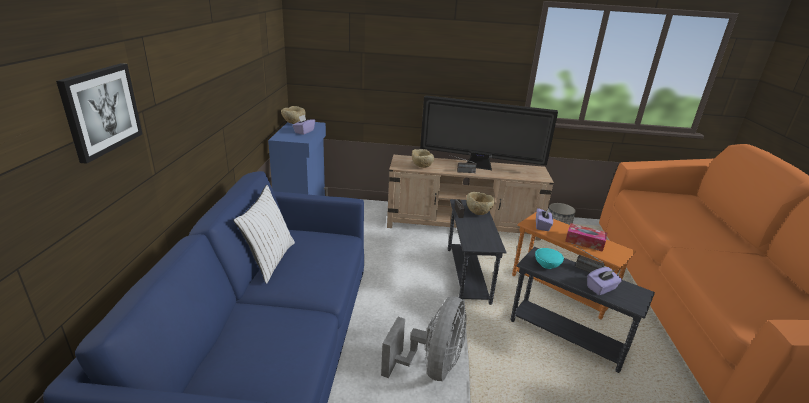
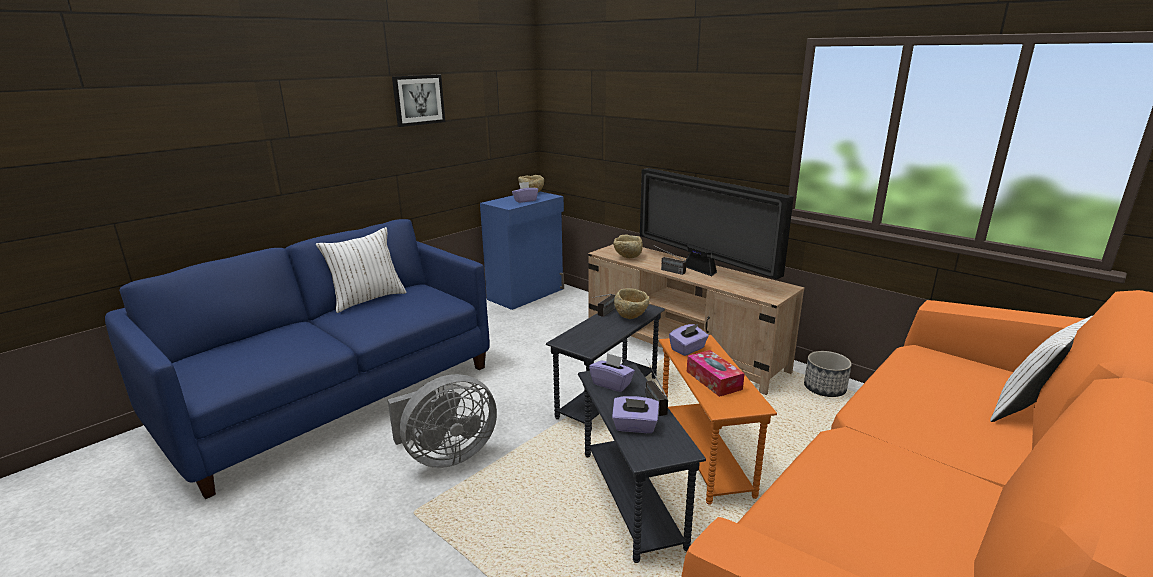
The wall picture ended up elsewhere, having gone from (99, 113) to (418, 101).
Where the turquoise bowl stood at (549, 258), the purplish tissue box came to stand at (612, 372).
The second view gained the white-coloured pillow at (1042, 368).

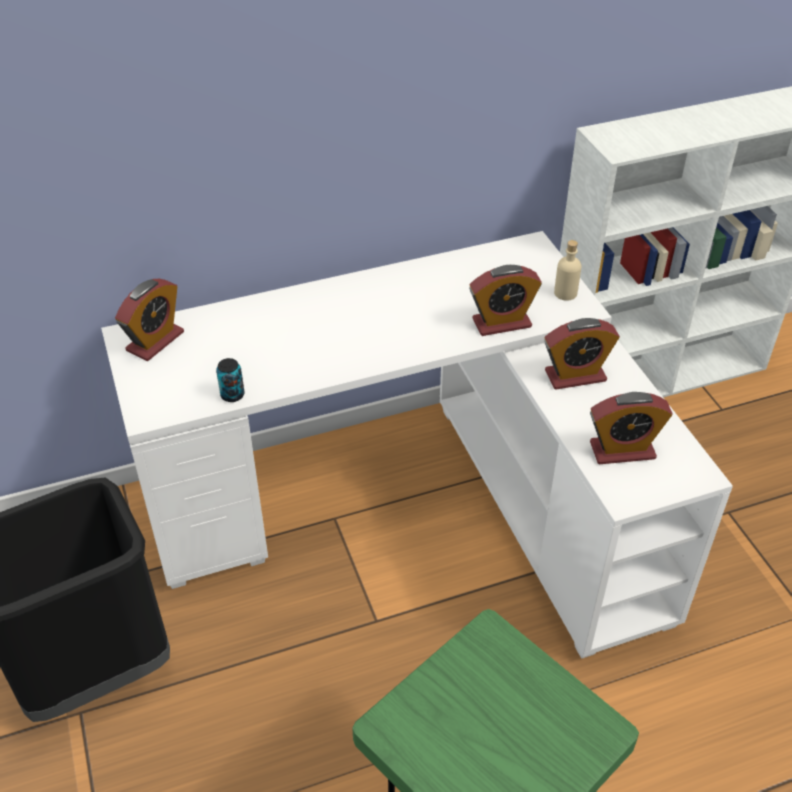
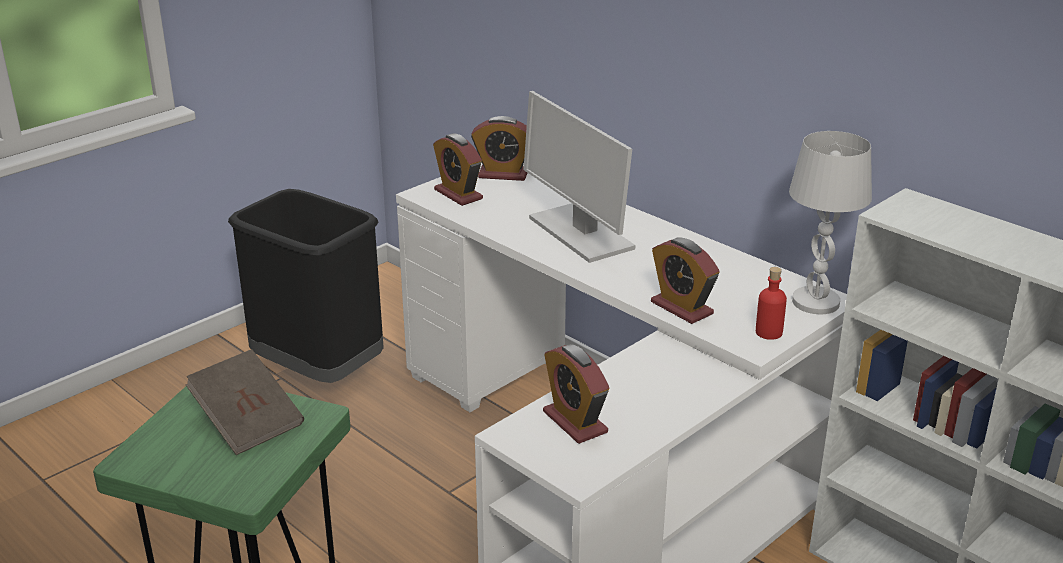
The second view gained the brown volume at (245, 402).
The table clock ended up elsewhere, having gone from (582, 354) to (458, 170).
The second view gained the computer display at (579, 177).
What was the beige-coloured beverage bottle at (568, 270) turned into the reddish beverage bottle at (771, 303).
The second view gained the white-coloured lamp for a table at (830, 222).
The second view lost the metal can at (230, 380).

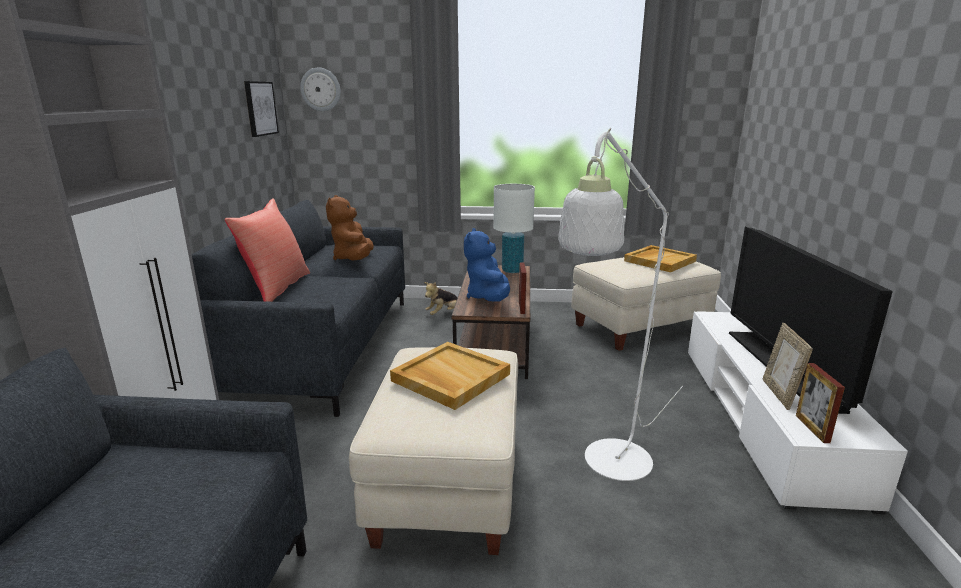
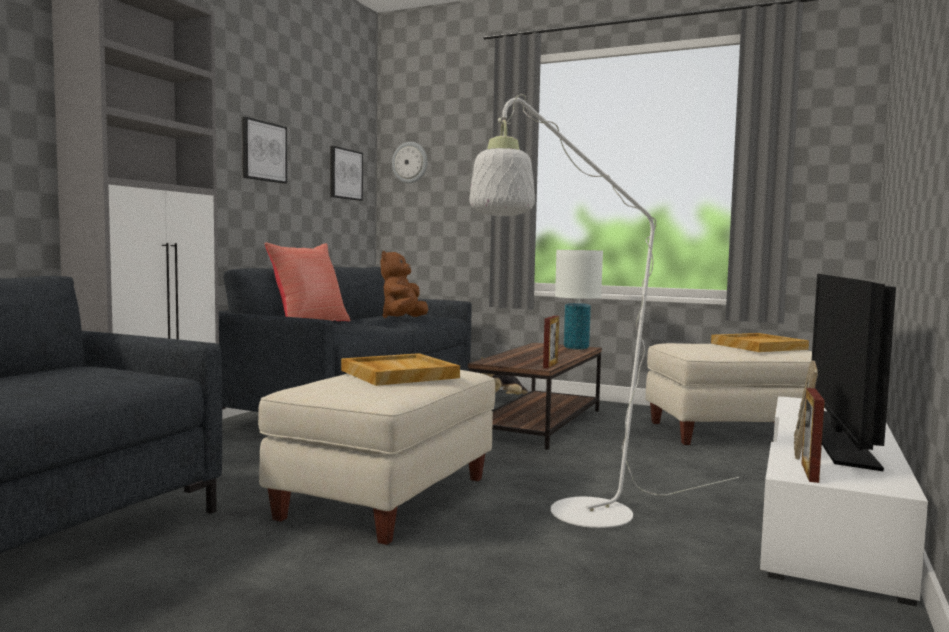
The second view gained the wall picture at (264, 150).
The second view lost the blue-coloured soft toy at (487, 264).

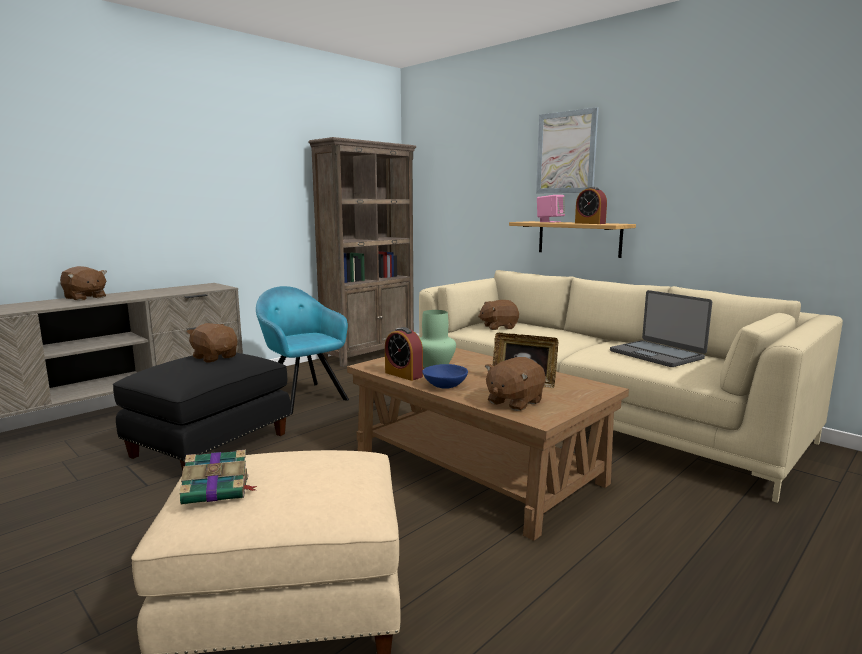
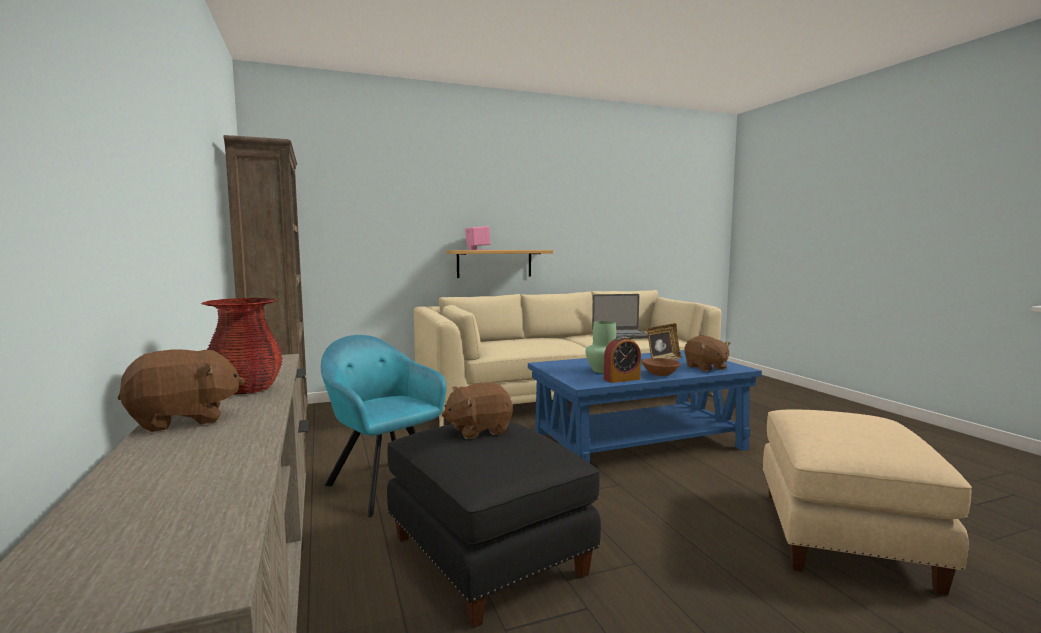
The second view gained the reddish decorative vase at (242, 346).
The turquoise lounge chair at (302, 350) ended up facing another way, 60 degrees clockwise from before.
What was the brown coffee table at (488, 444) turned into the blue-coloured coffee table at (645, 406).
What was the blue-coloured bowl at (445, 376) turned into the brown bowl at (661, 367).
The second view lost the volume at (218, 477).
The second view lost the brown soft toy at (498, 315).
The second view lost the wall picture at (567, 150).
The second view lost the table clock at (591, 205).

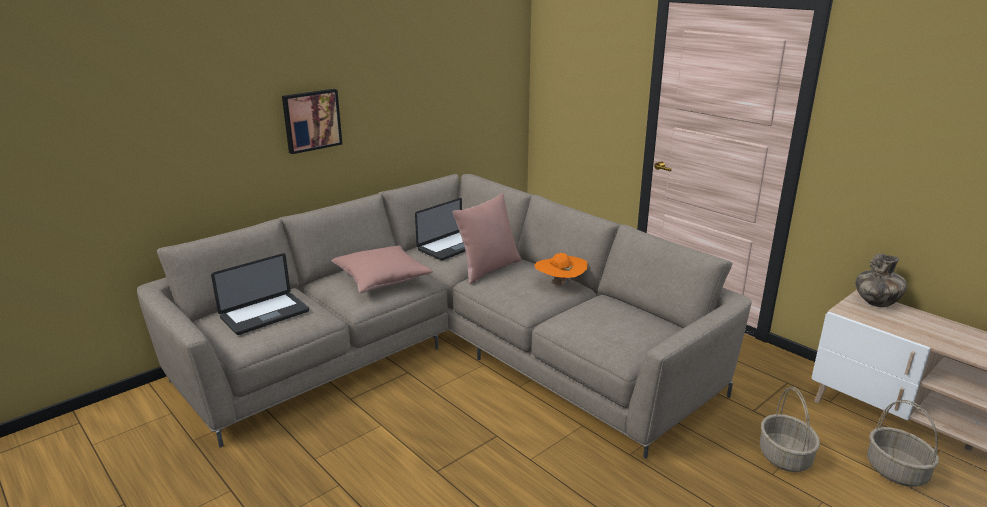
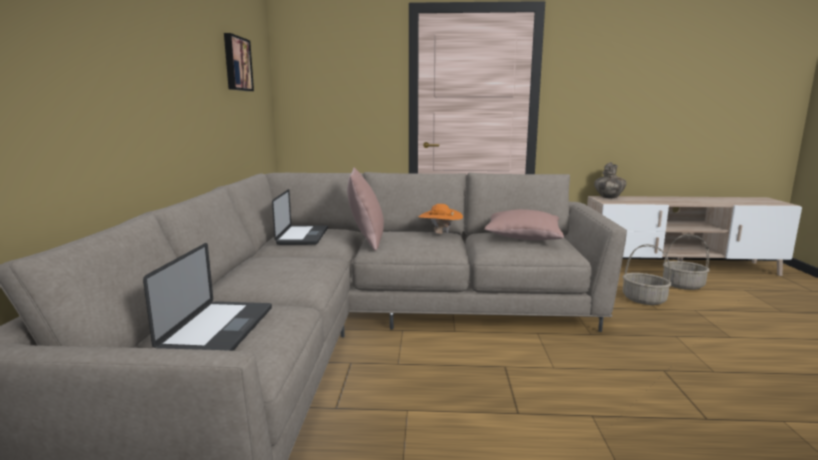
The wall picture ended up elsewhere, having gone from (312, 121) to (239, 62).
The pink pillow ended up elsewhere, having gone from (382, 269) to (524, 224).

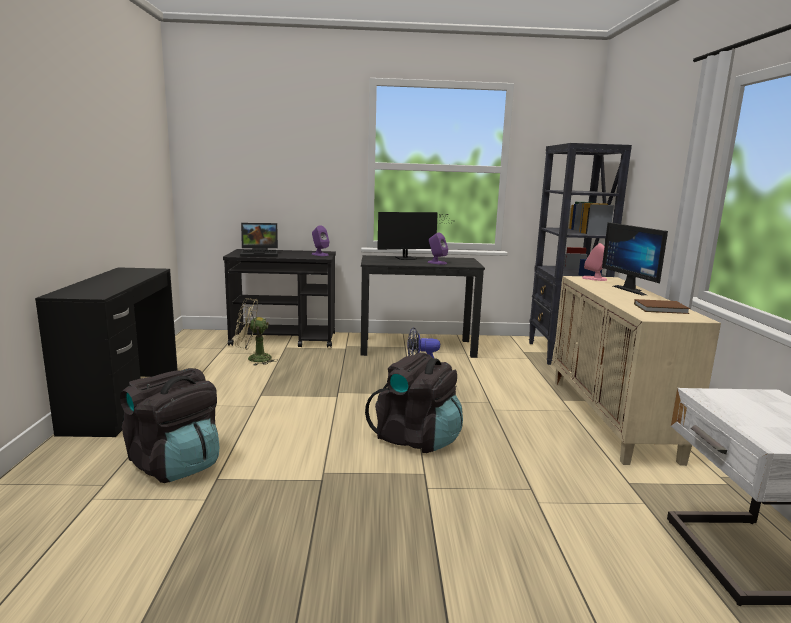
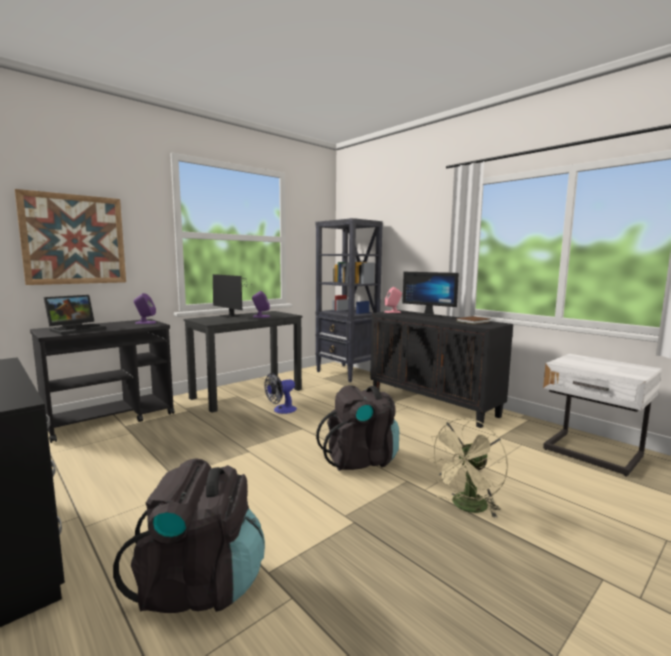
The second view gained the wall picture at (70, 237).
The computer display at (415, 236) ended up facing another way, 105 degrees clockwise from before.
What was the beige-coloured cupboard at (637, 371) turned into the black-coloured cupboard at (441, 369).
The beige-coloured fan ended up elsewhere, having gone from (256, 332) to (468, 468).

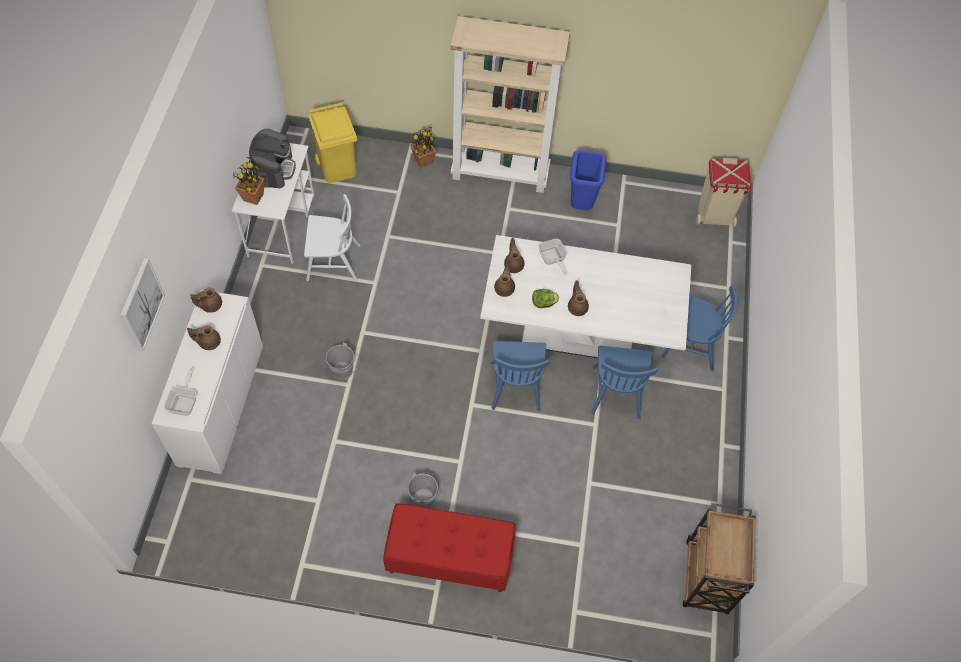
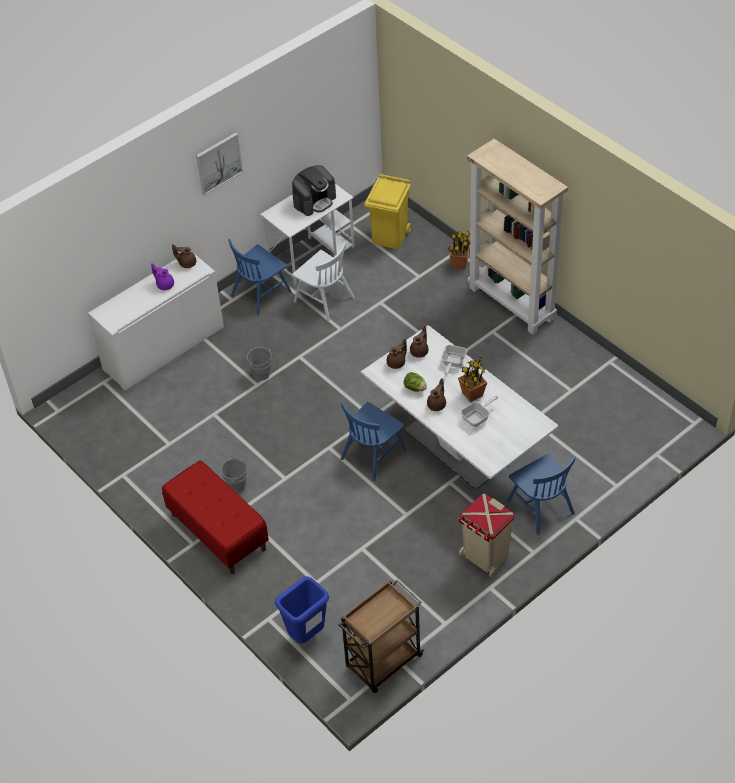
What was the brown tea pot at (204, 337) turned into the purplish tea pot at (162, 276).
The wall picture ended up elsewhere, having gone from (143, 304) to (219, 164).
The blue-coloured plain chair ended up elsewhere, having gone from (624, 382) to (260, 277).
The blue-coloured trash can ended up elsewhere, having gone from (588, 180) to (302, 610).
The houseplant ended up elsewhere, having gone from (249, 180) to (473, 379).
The beige-coloured trash can ended up elsewhere, having gone from (723, 192) to (486, 535).
The frying pan ended up elsewhere, having gone from (180, 392) to (479, 411).

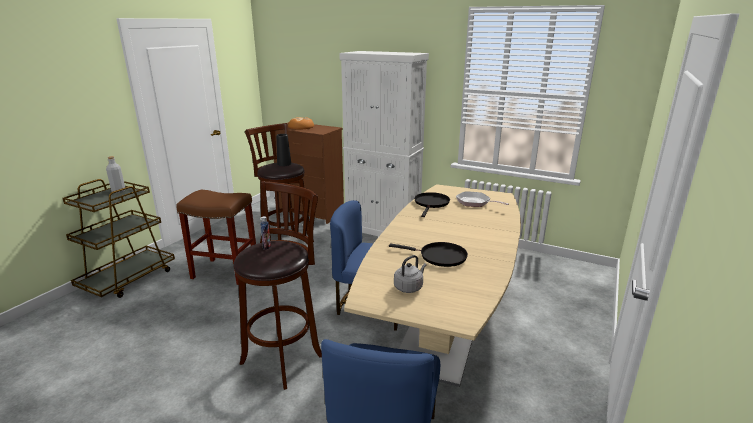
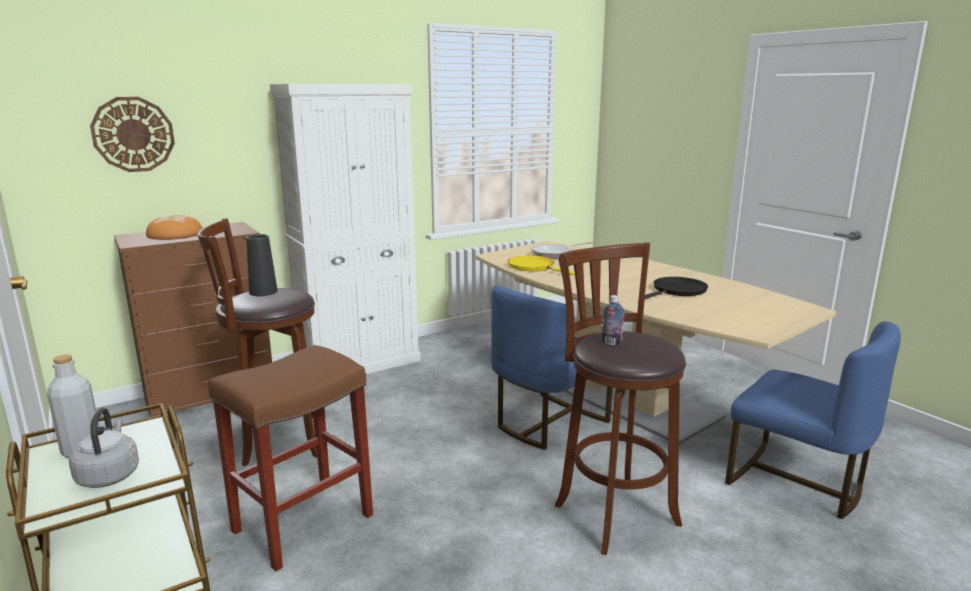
The gray tea kettle ended up elsewhere, having gone from (410, 274) to (104, 448).
The second view gained the hanging clock at (132, 134).
What was the black-coloured frying pan at (432, 204) turned into the yellow frying pan at (541, 266).

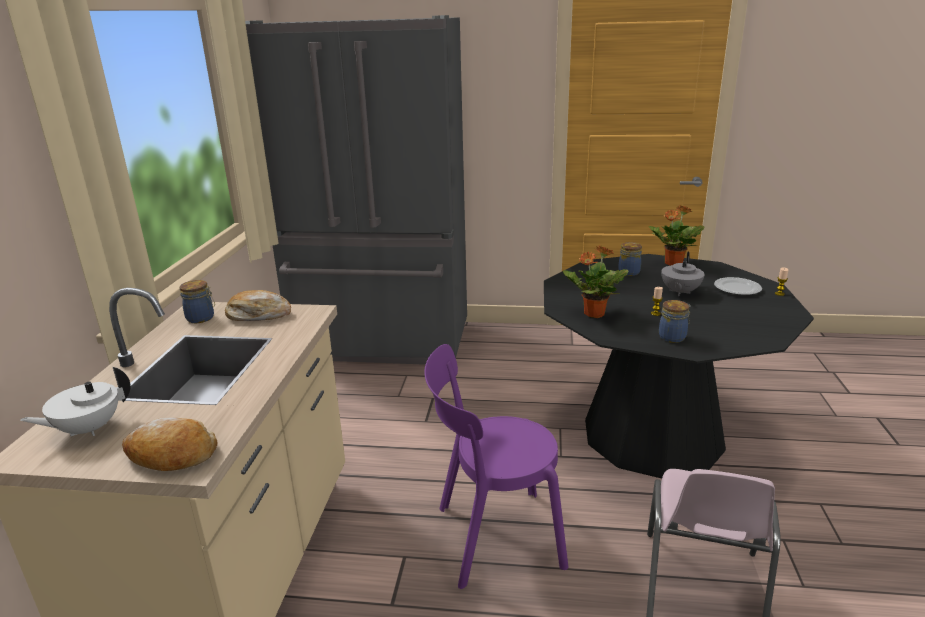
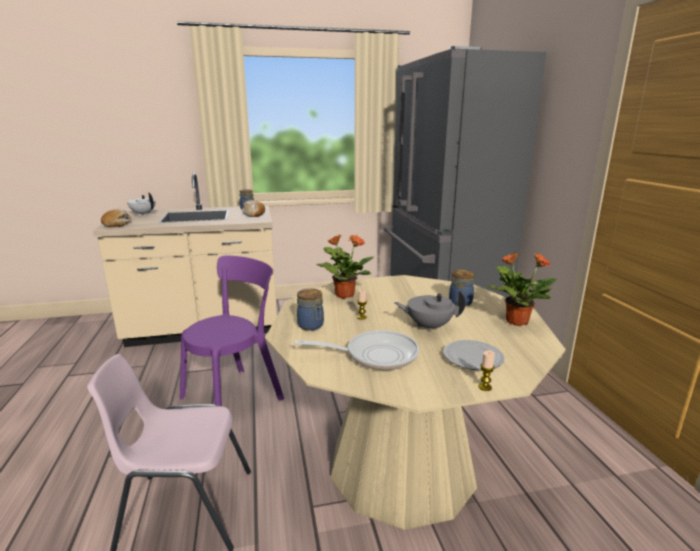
The purplish plain chair at (496, 466) ended up facing another way, 75 degrees clockwise from before.
What was the black-coloured kitchen table at (679, 366) turned into the beige-coloured kitchen table at (415, 402).
The second view gained the frying pan at (356, 350).

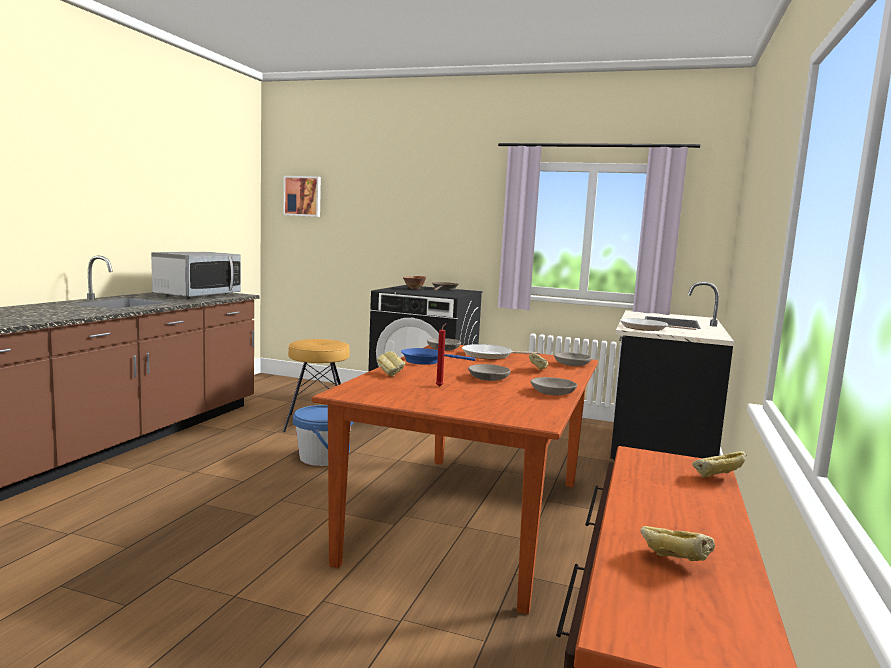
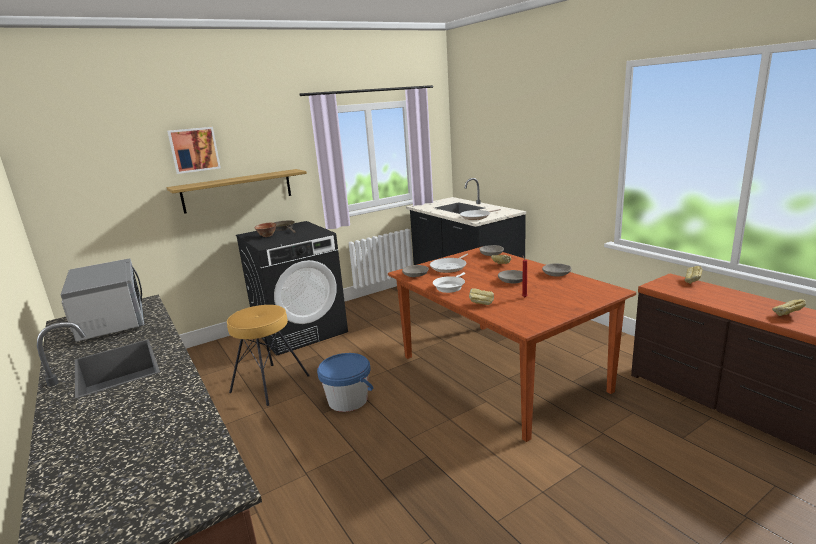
The wall picture ended up elsewhere, having gone from (302, 196) to (194, 150).
The second view gained the shelf at (237, 191).
What was the blue-coloured frying pan at (438, 356) turned into the white-coloured frying pan at (449, 282).

